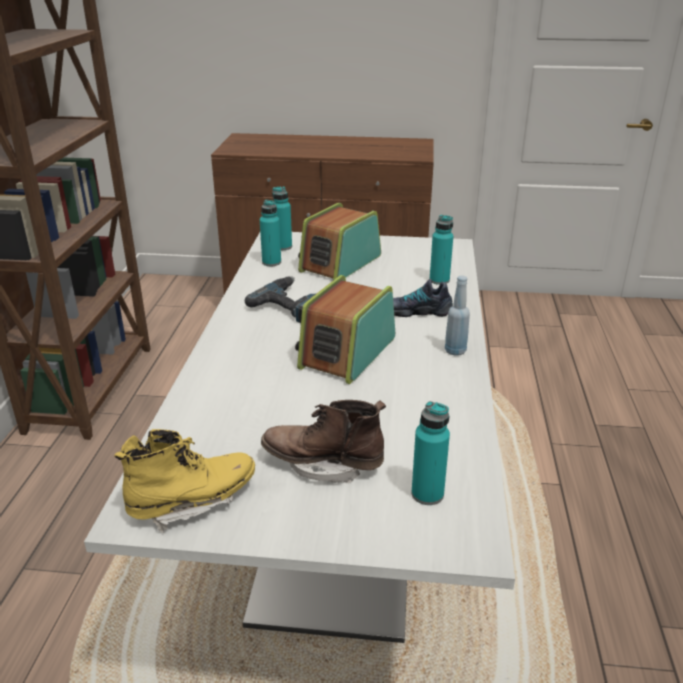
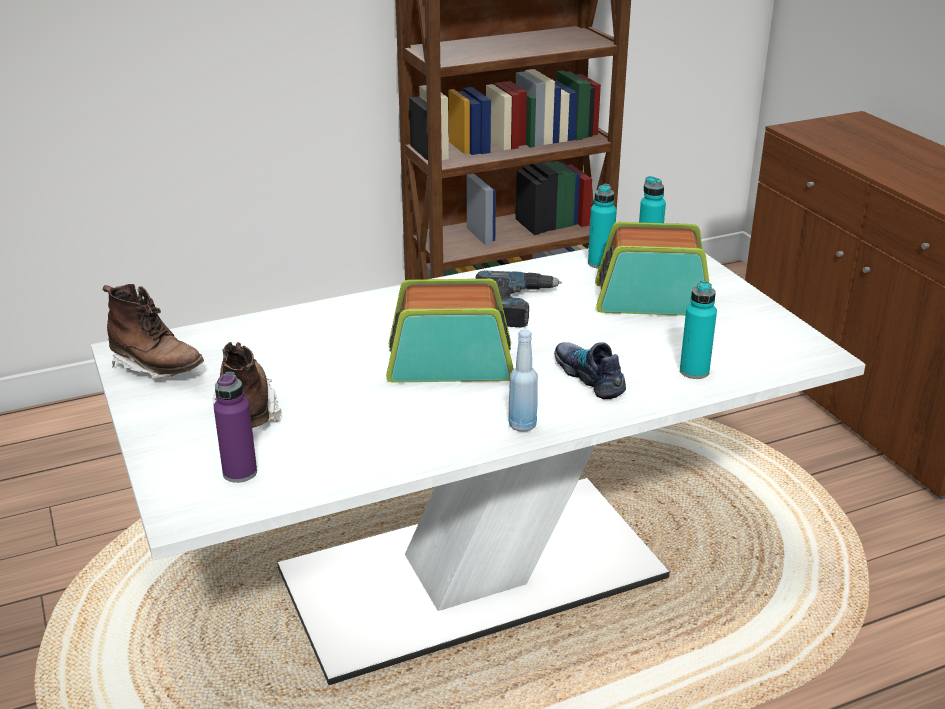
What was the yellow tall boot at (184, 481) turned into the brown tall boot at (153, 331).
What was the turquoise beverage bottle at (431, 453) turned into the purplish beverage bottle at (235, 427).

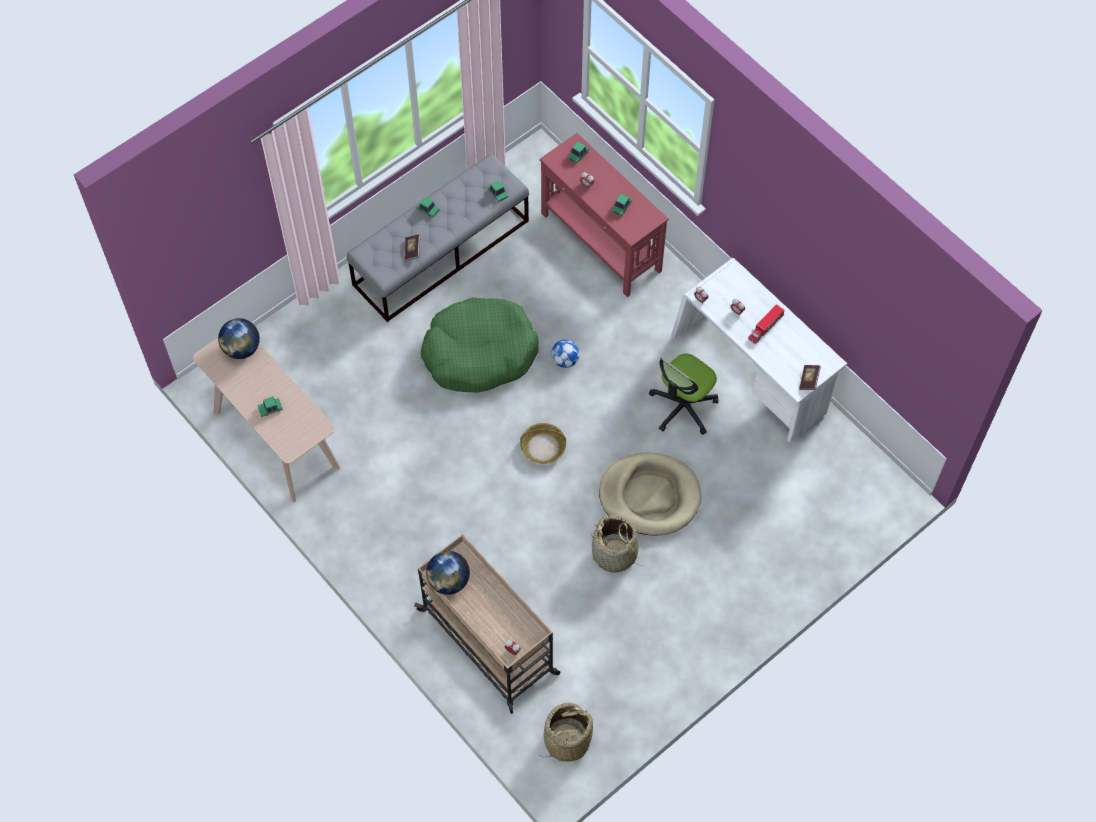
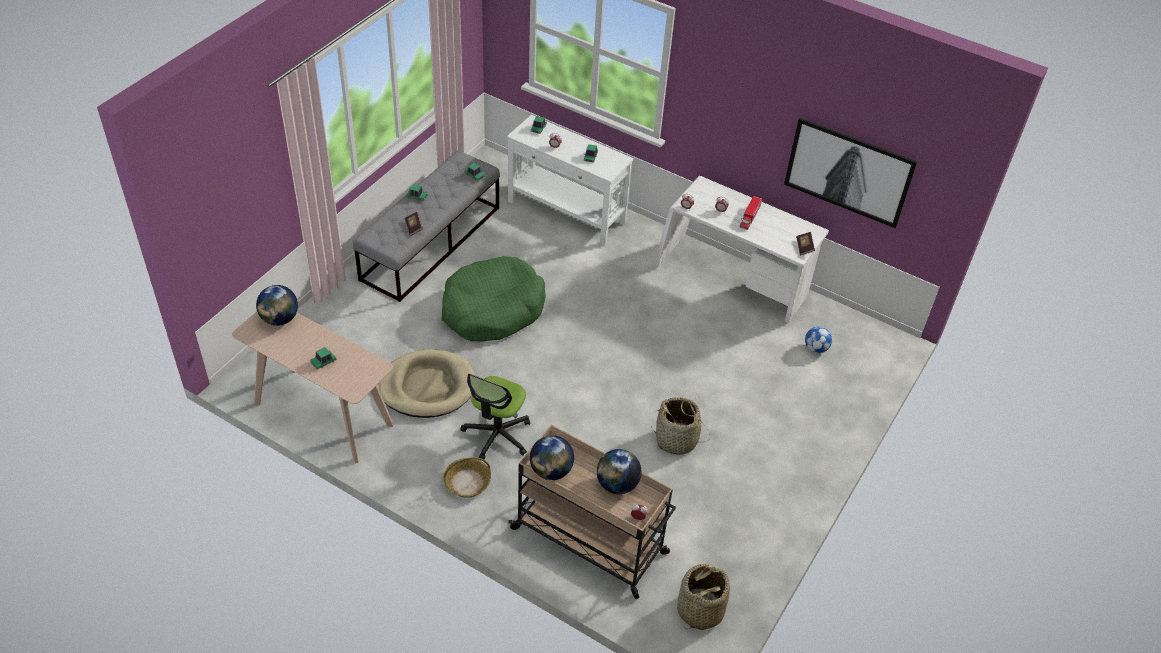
The beige-coloured dog bed ended up elsewhere, having gone from (650, 494) to (426, 383).
The basket ended up elsewhere, having gone from (543, 443) to (467, 477).
The office chair ended up elsewhere, having gone from (684, 394) to (495, 416).
What was the reddish narrow table at (604, 215) turned into the white-coloured narrow table at (570, 180).
The second view gained the globe at (619, 471).
The second view gained the wall picture at (851, 173).
The football ended up elsewhere, having gone from (565, 353) to (818, 339).

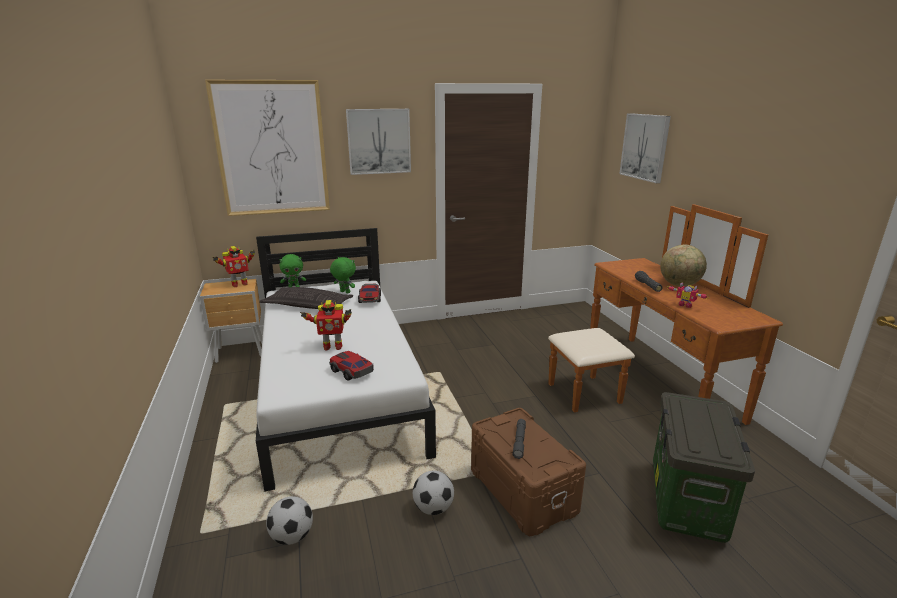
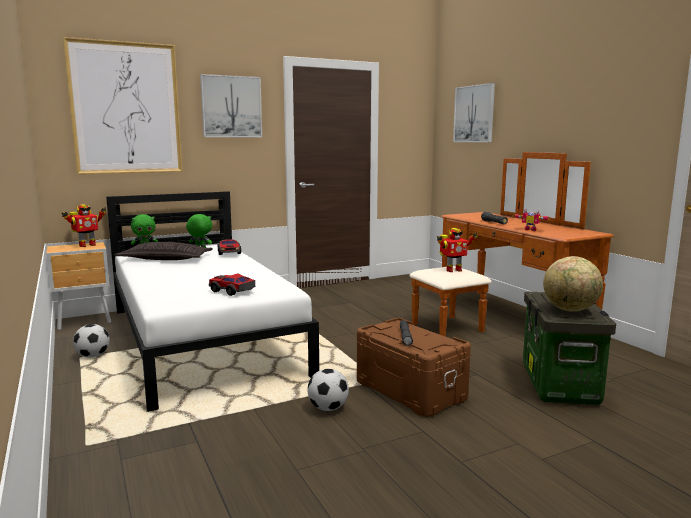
The football ended up elsewhere, having gone from (289, 520) to (91, 341).
The robot figure ended up elsewhere, having gone from (326, 325) to (457, 250).
The globe ended up elsewhere, having gone from (683, 265) to (573, 284).

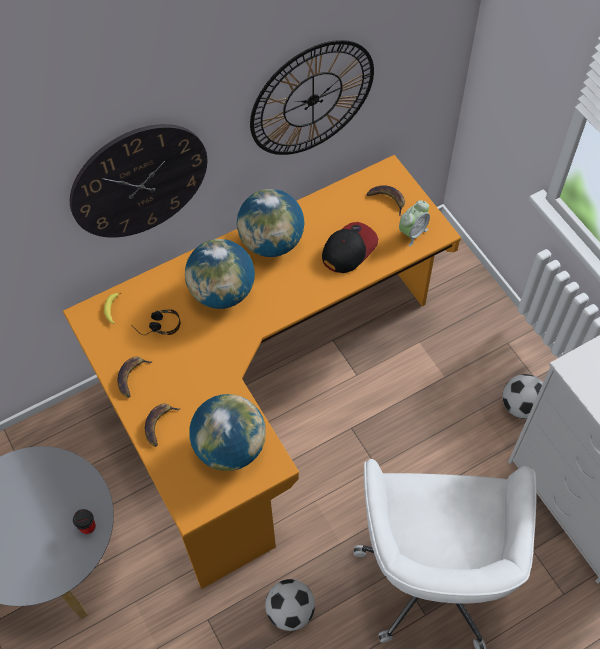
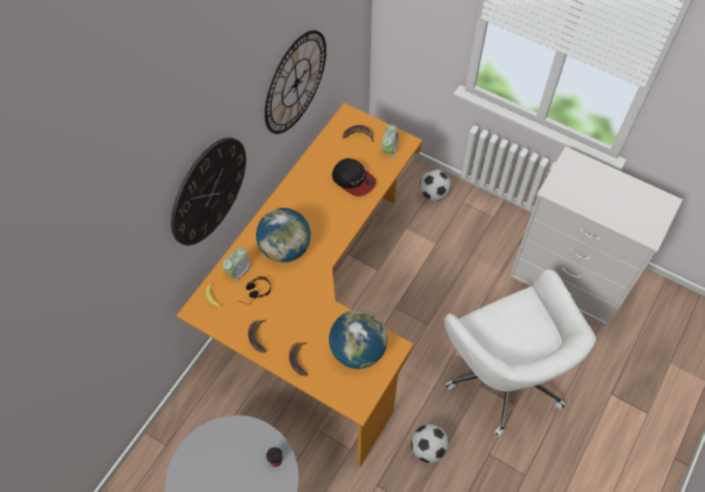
The second view gained the table clock at (237, 265).
The peaked cap at (350, 247) ended up facing another way, 120 degrees clockwise from before.
The football ended up elsewhere, having gone from (522, 396) to (435, 185).
The second view lost the globe at (270, 223).

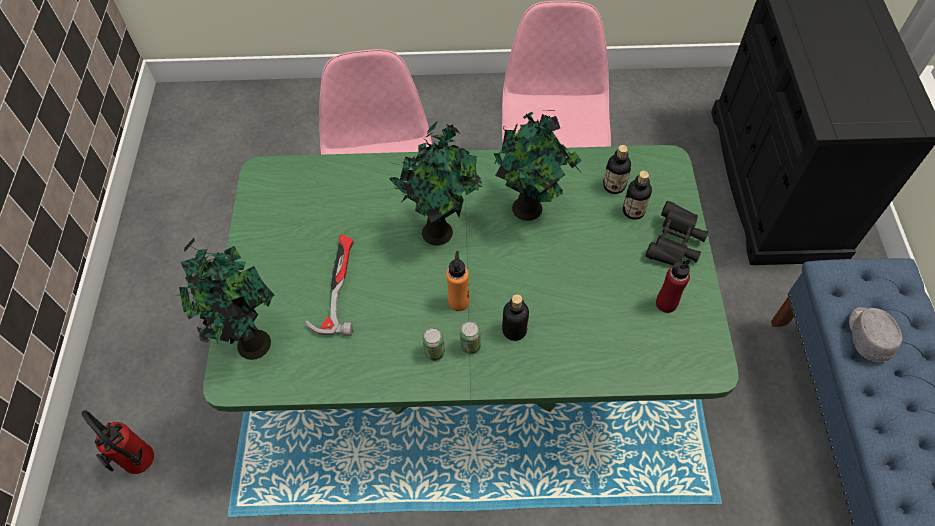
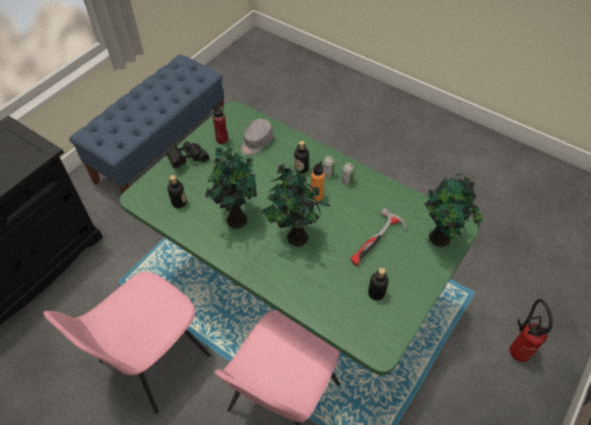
The gray peaked cap ended up elsewhere, having gone from (875, 334) to (257, 137).
The beverage bottle ended up elsewhere, having gone from (637, 195) to (378, 284).

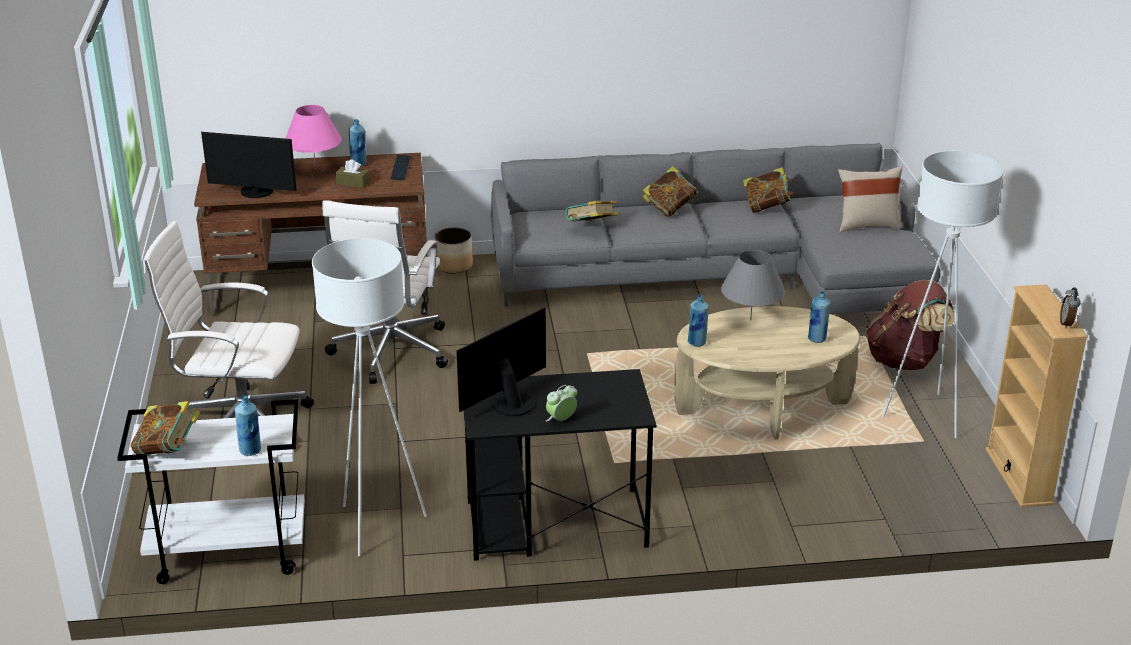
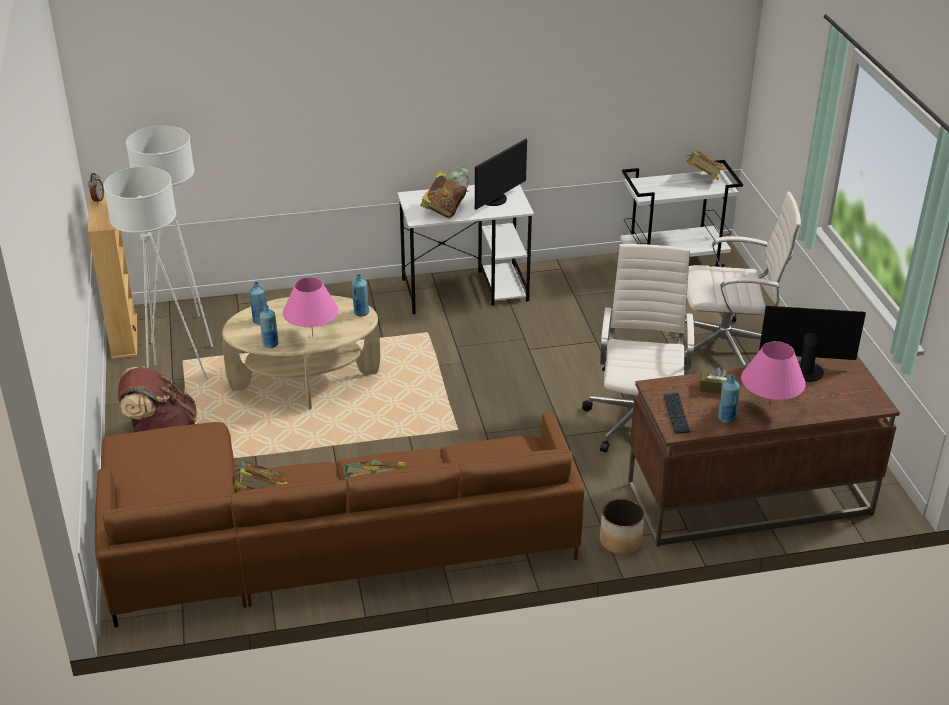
What was the gray settee at (715, 228) turned into the brown settee at (339, 519).
The white-coloured standing lamp ended up elsewhere, having gone from (369, 397) to (169, 236).
The blue-coloured beverage bottle ended up elsewhere, having gone from (248, 426) to (268, 326).
What was the gray lamp for a table at (753, 285) turned into the pink lamp for a table at (311, 307).
What was the black-coloured desk unit at (560, 465) turned into the white-coloured desk unit at (465, 249).
The volume ended up elsewhere, having gone from (591, 211) to (443, 195).
The second view lost the beige-coloured pillow at (870, 199).

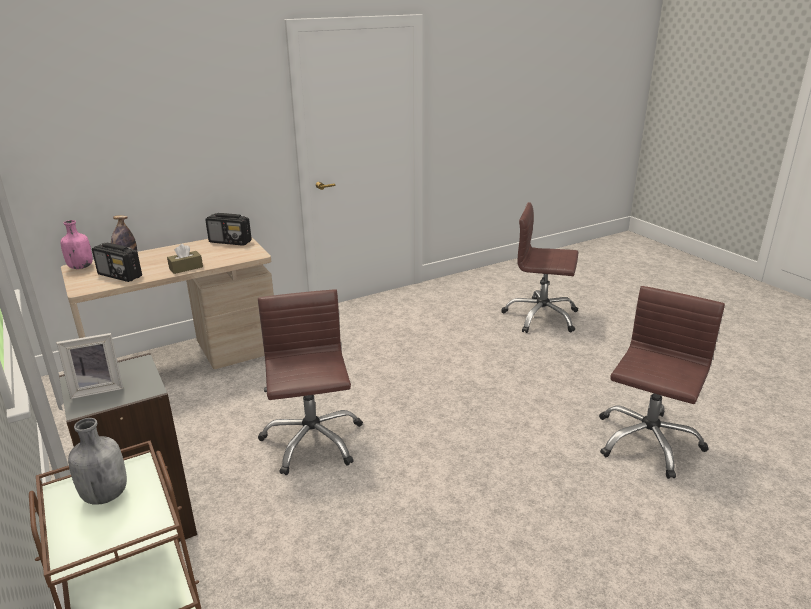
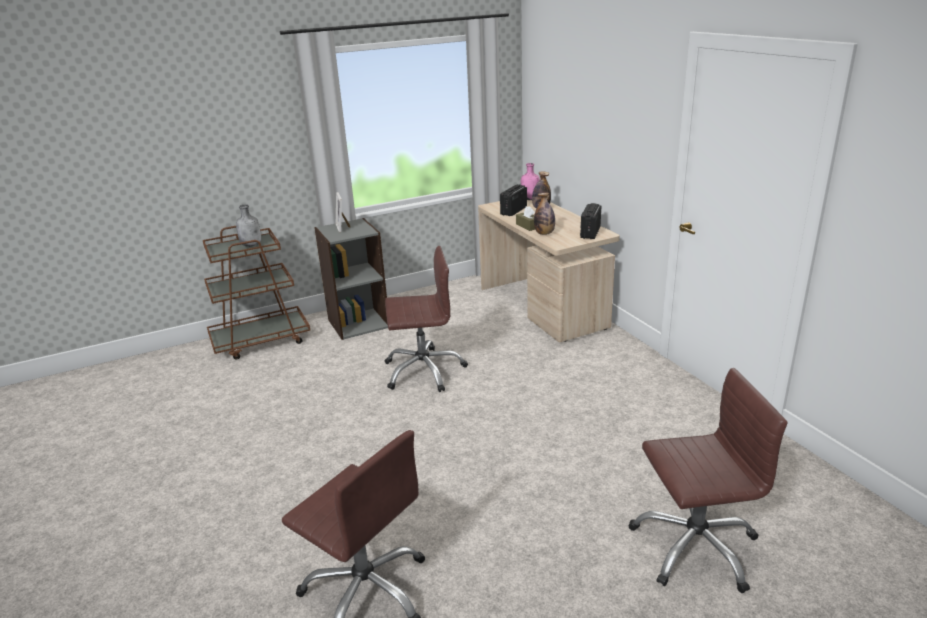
The second view gained the beverage bottle at (544, 214).
The brown office chair at (539, 267) ended up facing another way, 60 degrees clockwise from before.

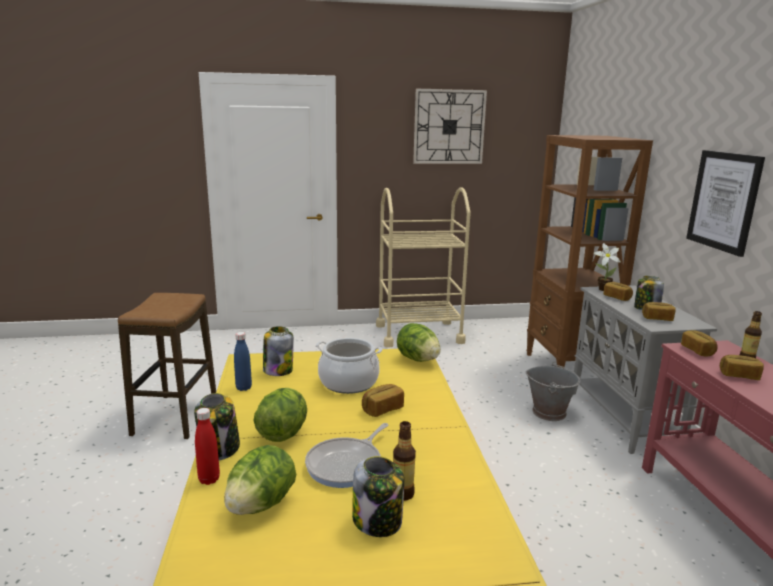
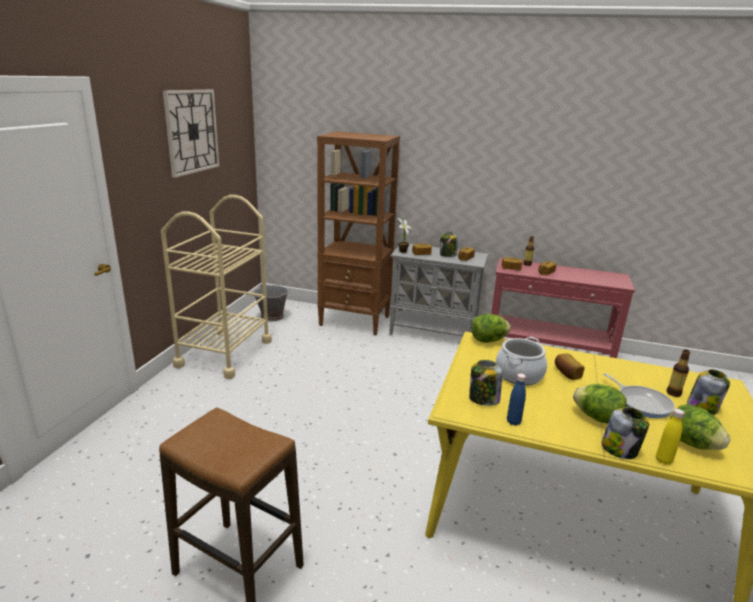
The gray bucket ended up elsewhere, having gone from (553, 391) to (271, 302).
What was the reddish beverage bottle at (207, 446) turned into the yellow beverage bottle at (670, 437).
The second view lost the wall picture at (725, 203).

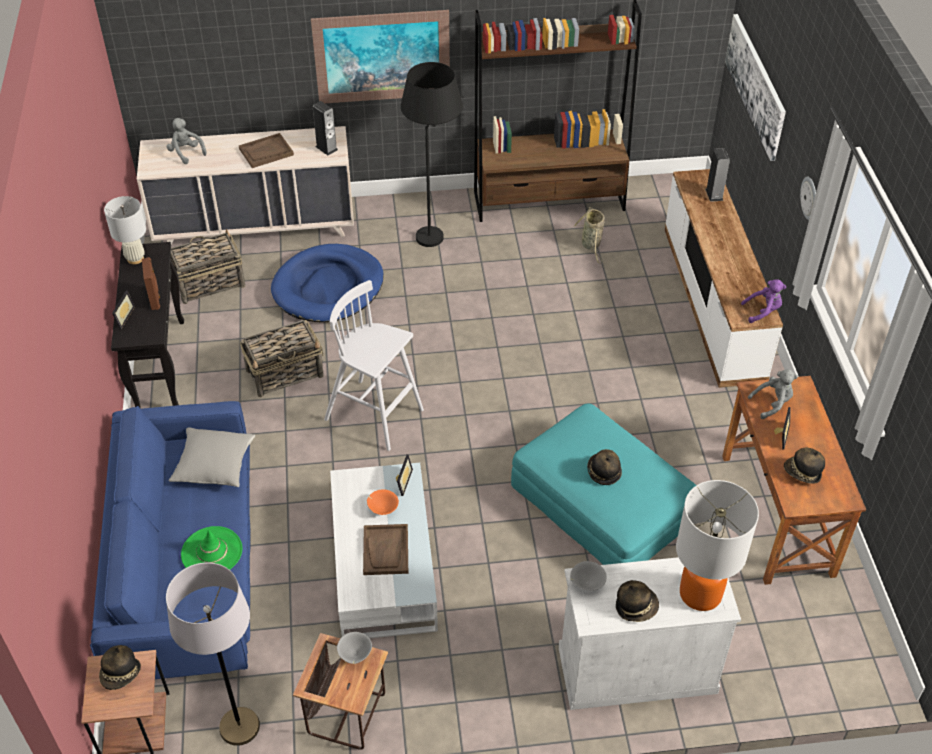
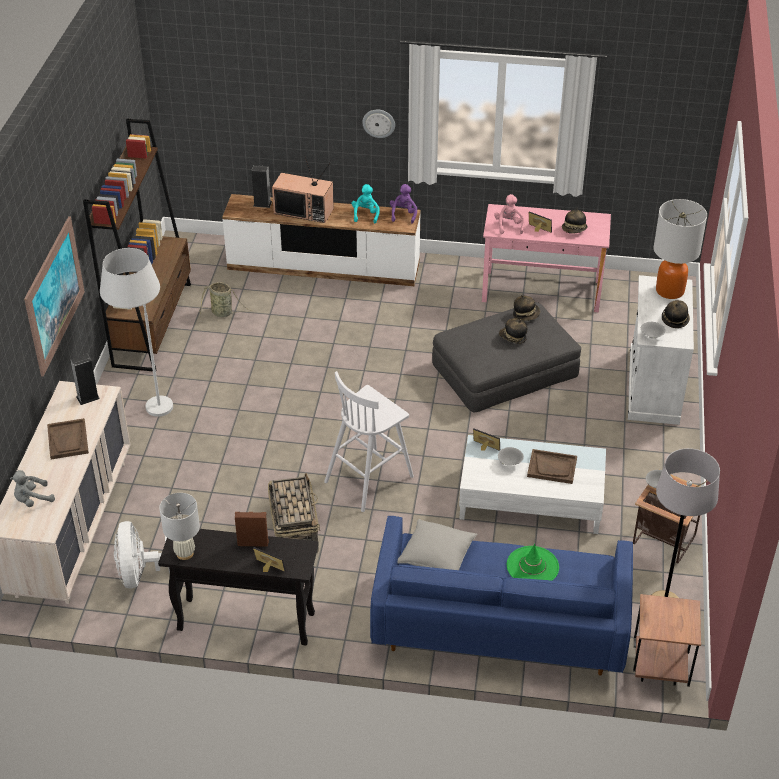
What was the black-coloured standing lamp at (432, 154) turned into the white-coloured standing lamp at (136, 332).
Where the basket stood at (207, 266), the white-coloured fan came to stand at (142, 554).
The second view gained the TV at (303, 189).
The second view gained the turquoise soft toy at (366, 203).
What was the turquoise pouffe at (603, 484) turned into the gray pouffe at (506, 357).
What was the brown desk unit at (794, 480) turned into the pink desk unit at (546, 258).
What was the gray soft toy at (773, 394) turned into the pink soft toy at (509, 214).
What was the orange-coloured bowl at (383, 502) turned into the gray bowl at (511, 456).
The wearable hat ended up elsewhere, having gone from (120, 667) to (526, 308).
The second view lost the blue-coloured dog bed at (327, 283).
The second view lost the wall picture at (755, 87).

